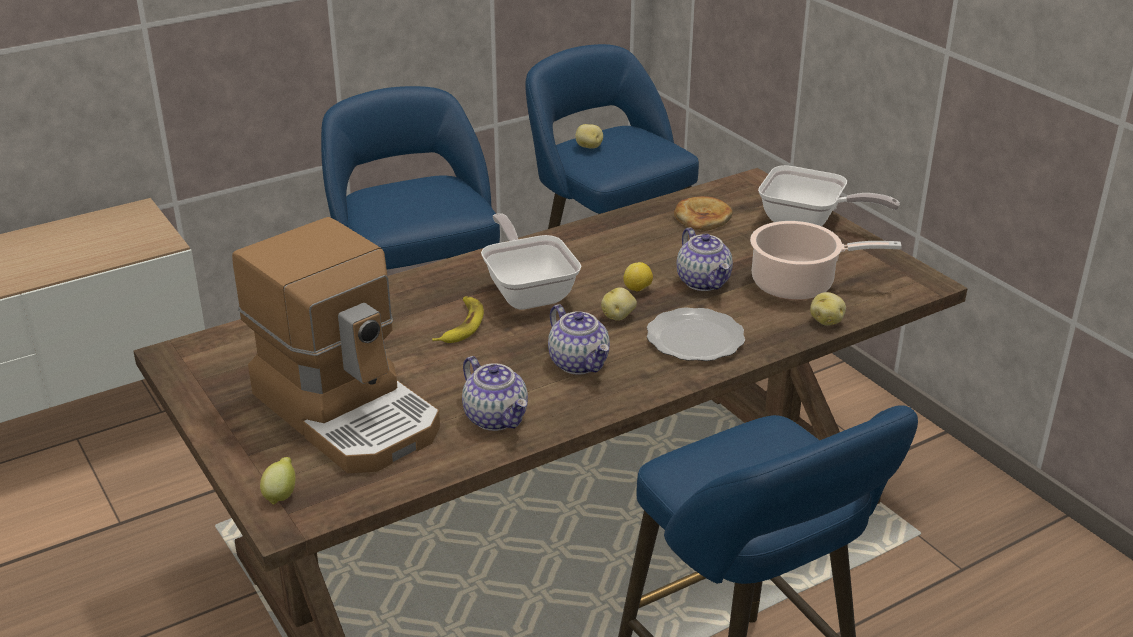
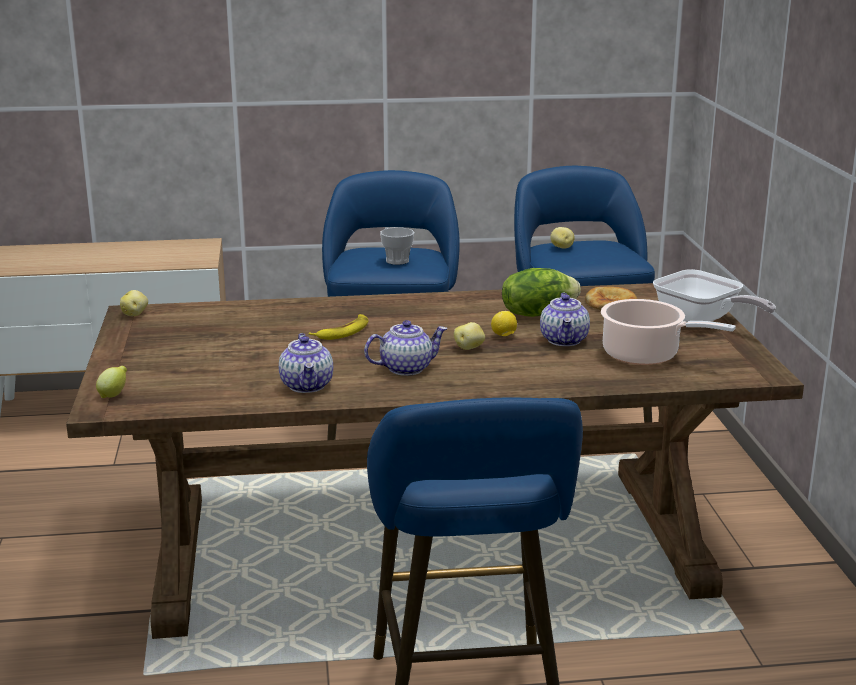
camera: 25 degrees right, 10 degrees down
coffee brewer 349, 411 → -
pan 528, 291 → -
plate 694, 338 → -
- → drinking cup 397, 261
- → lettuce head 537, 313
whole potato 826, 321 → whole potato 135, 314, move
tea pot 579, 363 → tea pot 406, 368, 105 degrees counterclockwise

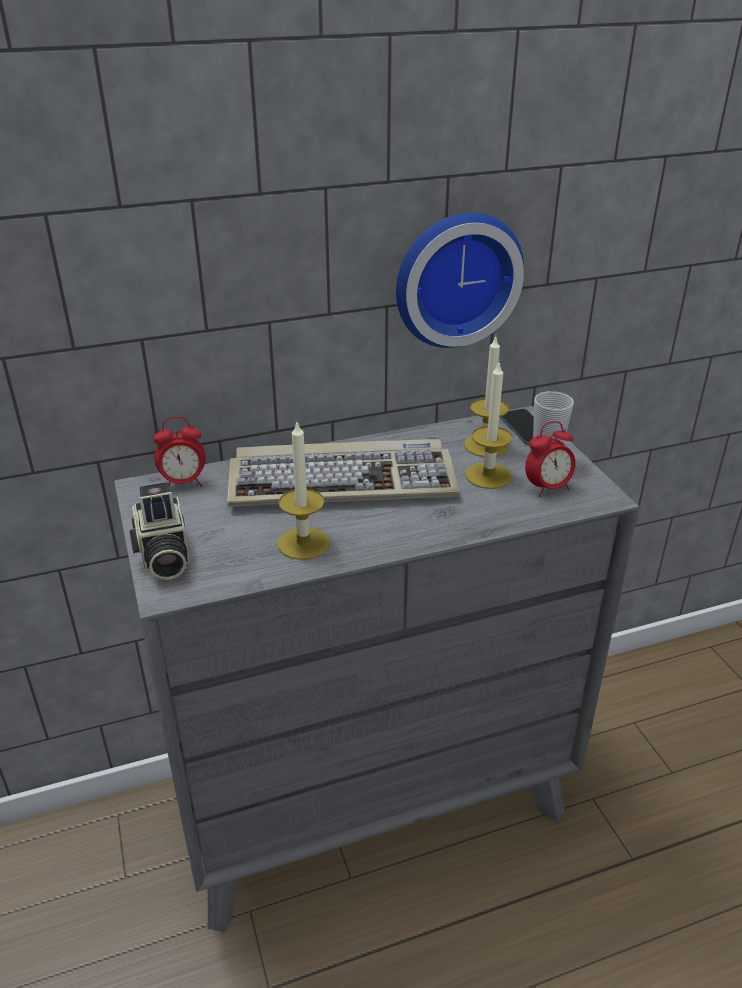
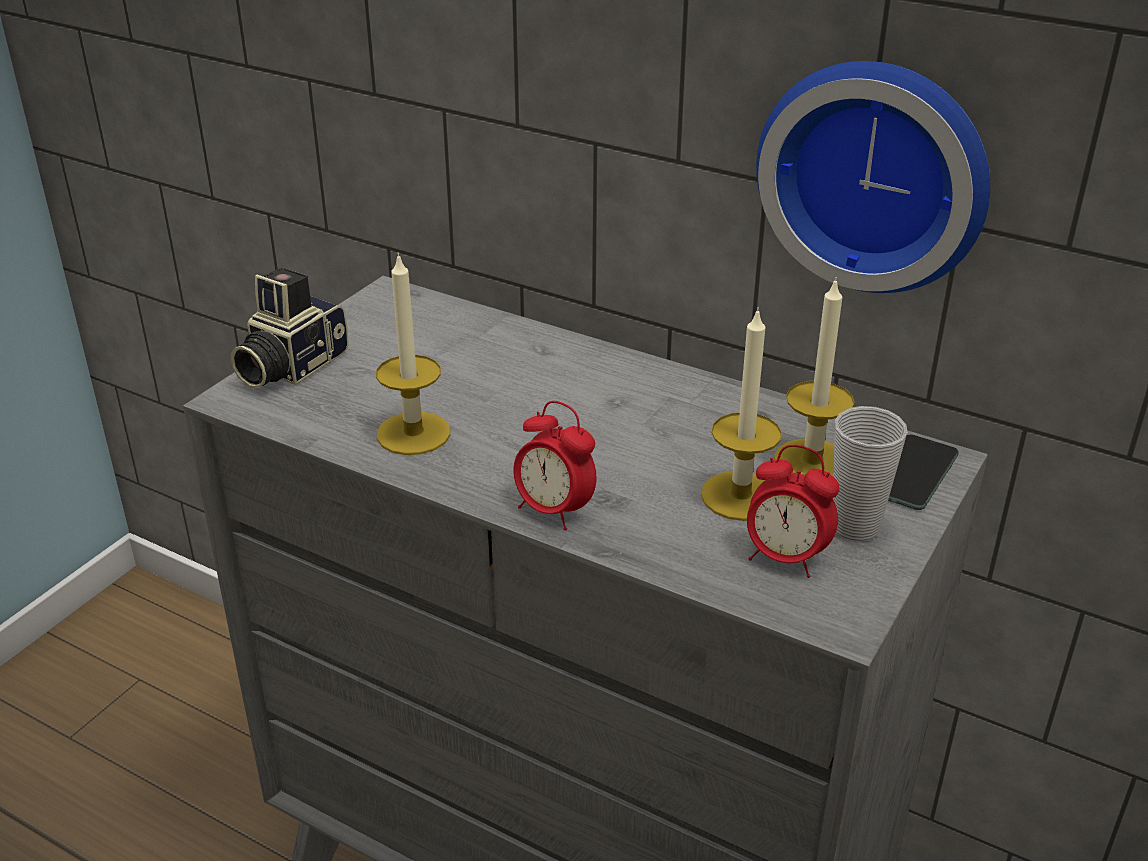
camera: 50 degrees right, 0 degrees up
computer keyboard 343, 480 → -
alarm clock 183, 483 → alarm clock 554, 511, move

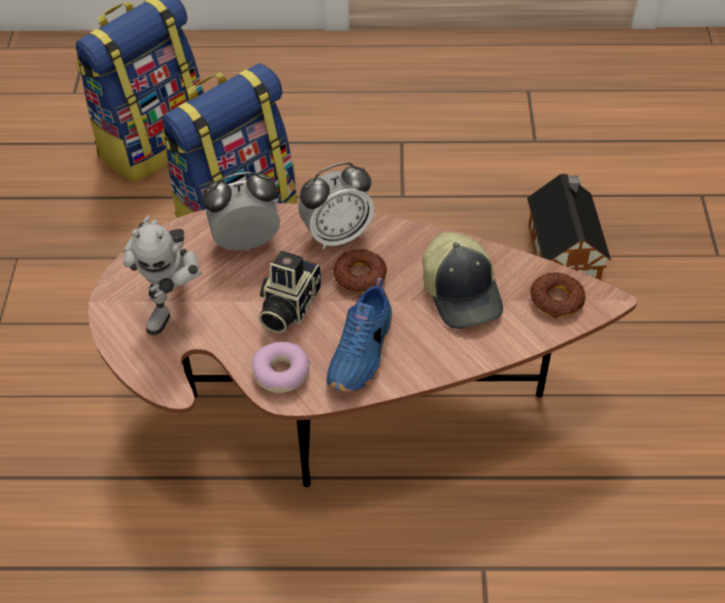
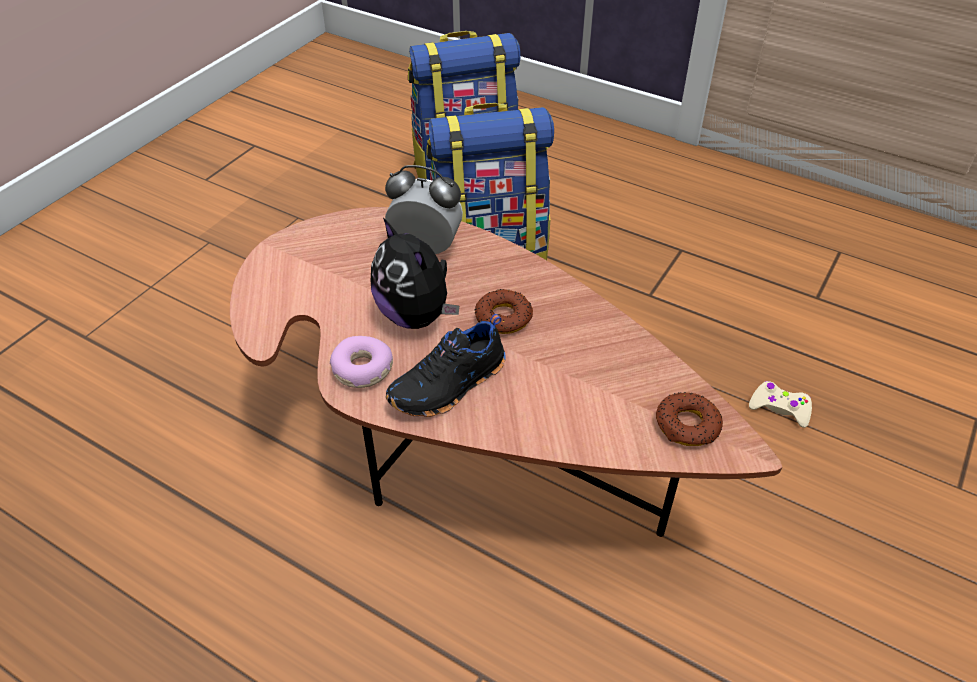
camera: 30 degrees right, 5 degrees down
model robot 174, 304 → -
alarm clock 337, 235 → -
baseball cap 462, 292 → -
photo camera 287, 306 → cuddly toy 416, 315
model house 563, 251 → gamepad (beige) 779, 408
item of footwear (blue) 363, 353 → item of footwear (black-coloured) 450, 386

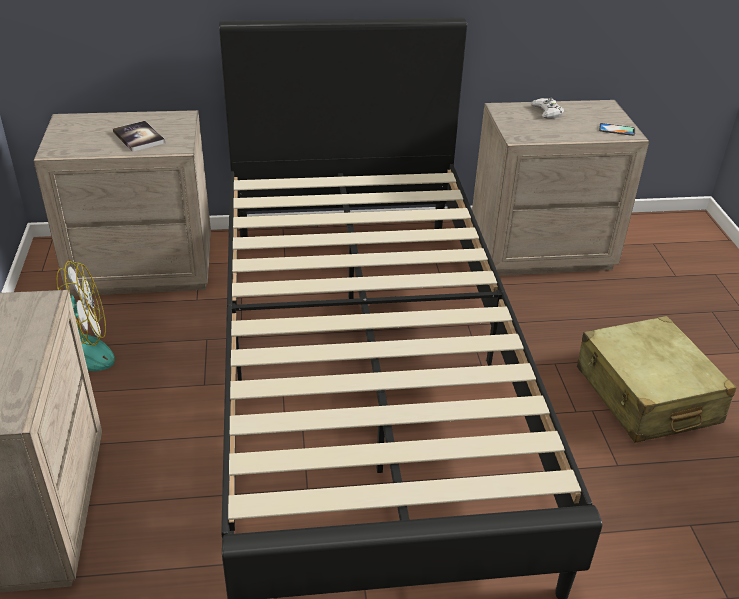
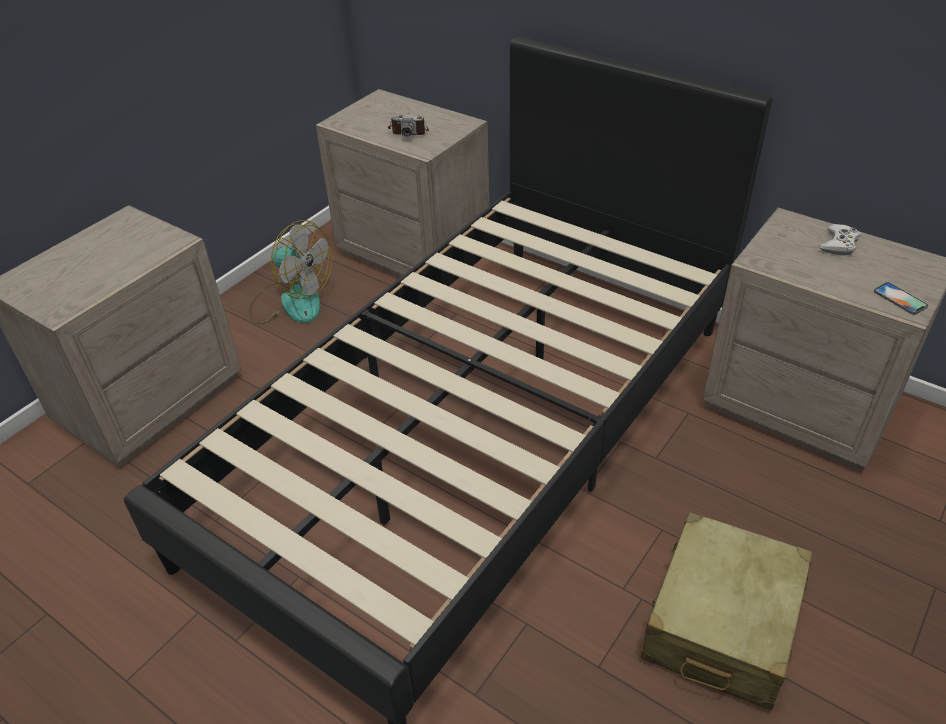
camera: 45 degrees right, 5 degrees up
book 139, 137 → photo camera 409, 131

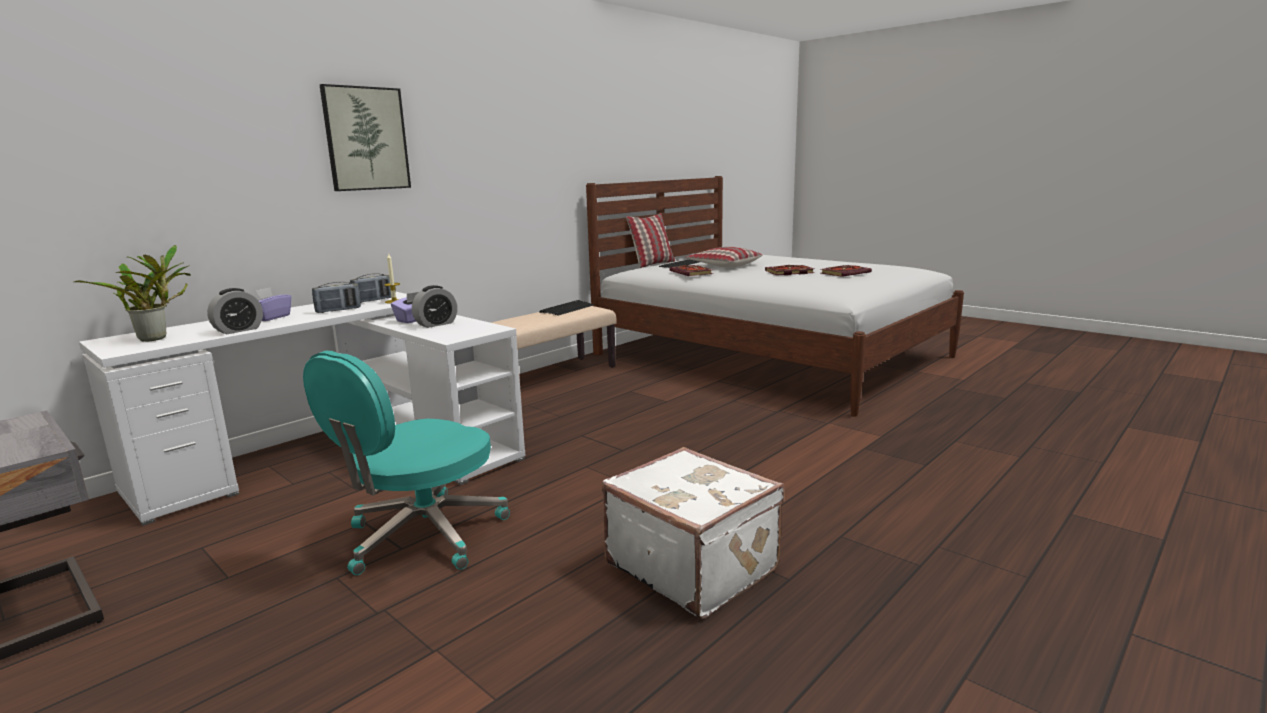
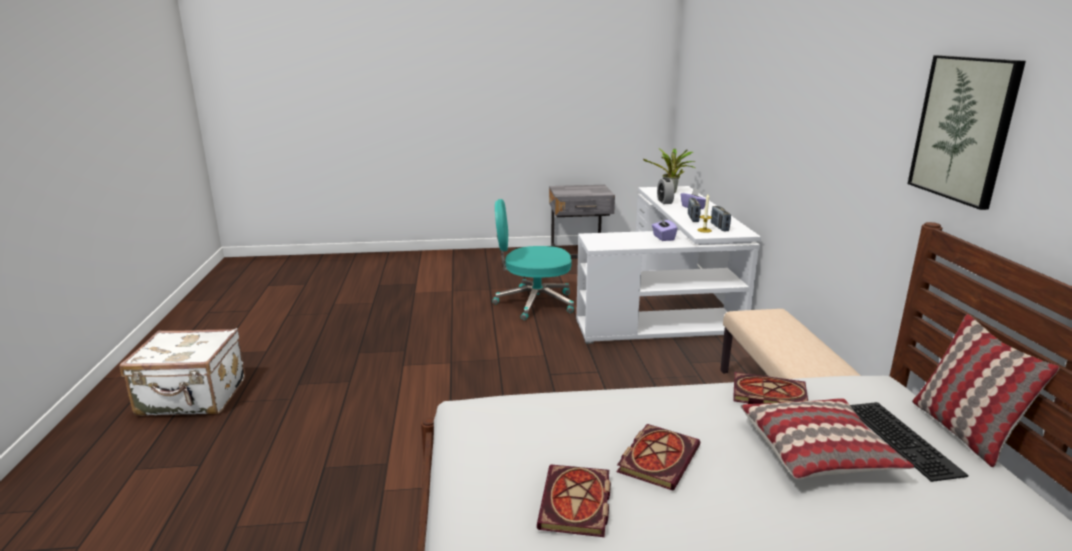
camera: 130 degrees right, 5 degrees up
alarm clock 436, 324 → -
computer keyboard 567, 309 → -
picture 366, 139 → picture 964, 129, move
piece of luggage (white) 693, 565 → piece of luggage (white) 192, 398, move
desk chair (turquoise) 422, 536 → desk chair (turquoise) 533, 303, 75 degrees counterclockwise

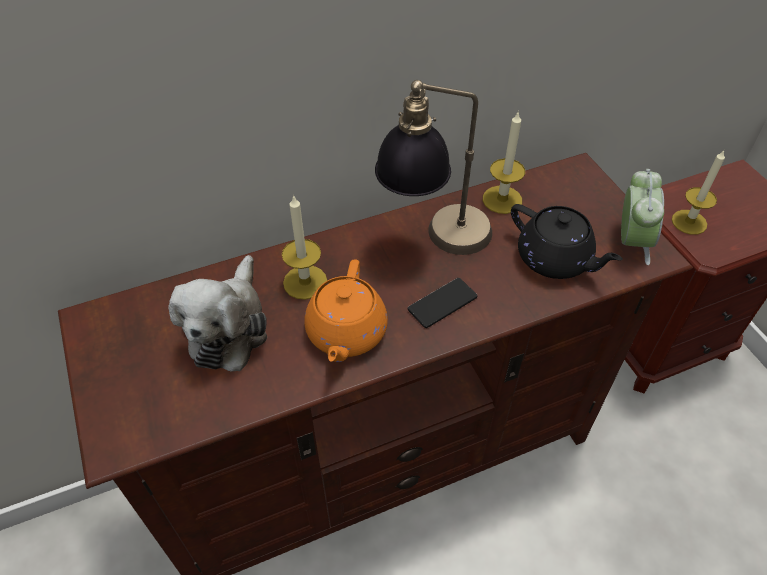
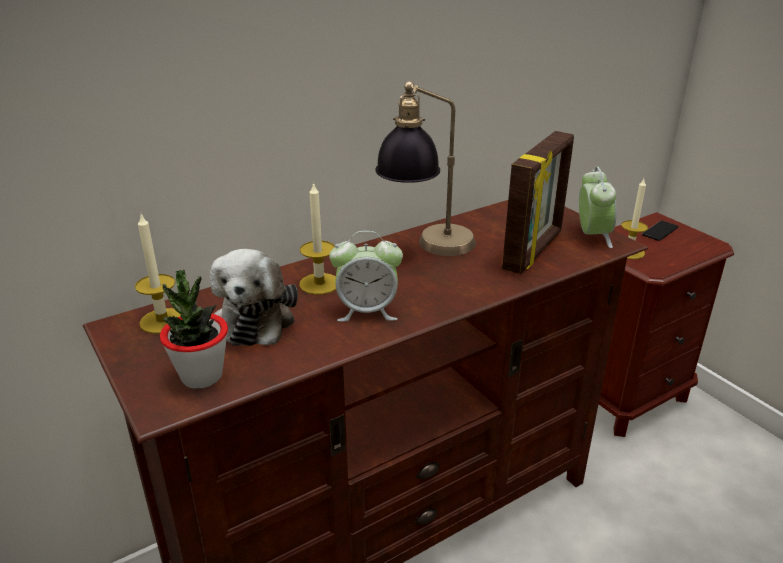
camera: 10 degrees left, 20 degrees down
- → houseplant 201, 376
handset 442, 303 → handset 660, 231, move
candle 502, 199 → candle 162, 321, move
tea pot (orange-coloured) 346, 333 → alarm clock 367, 311
tea pot (black-coloured) 555, 259 → photo frame 534, 251

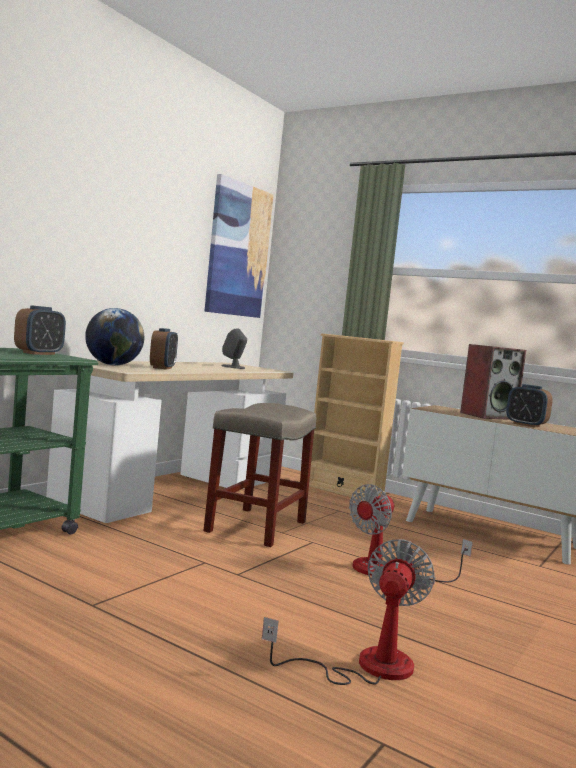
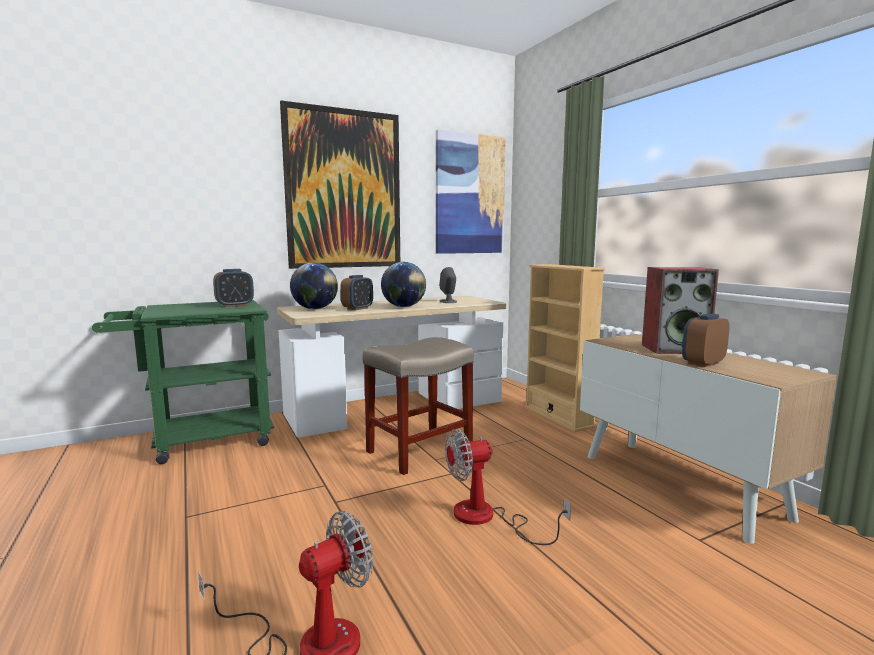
camera: 30 degrees right, 5 degrees up
- → picture 344, 190
- → globe 403, 307
alarm clock 526, 425 → alarm clock 703, 363, 75 degrees clockwise

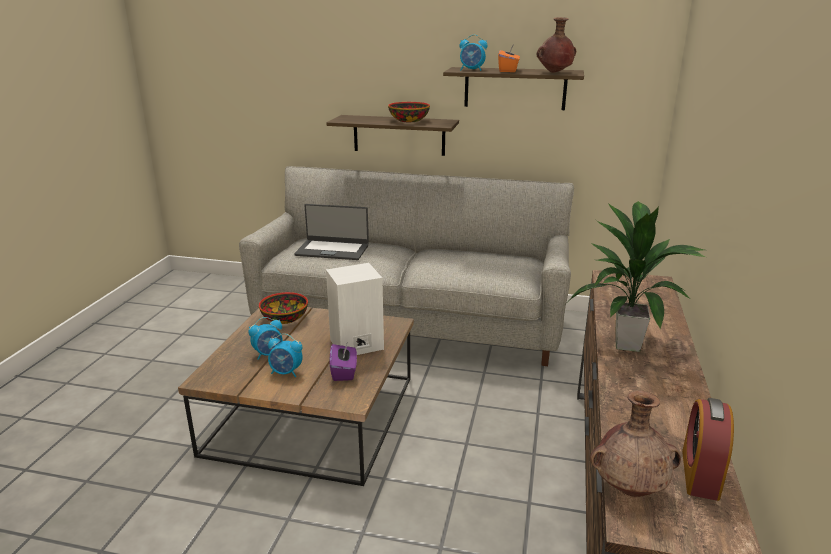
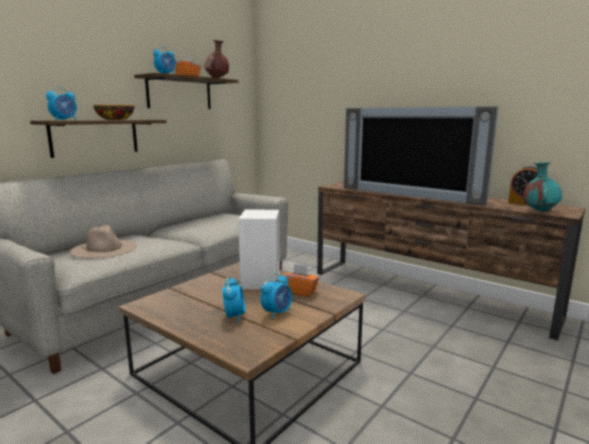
camera: 65 degrees left, 10 degrees down
bowl 285, 318 → -
- → alarm clock 65, 120
notebook computer 332, 250 → clothing hat (beige) 104, 248
houseplant 628, 344 → television 410, 194
box of tissues (purple-coloured) 344, 372 → box of tissues (orange-coloured) 299, 291
decorative vase (brown) 630, 489 → decorative vase (turquoise) 539, 211

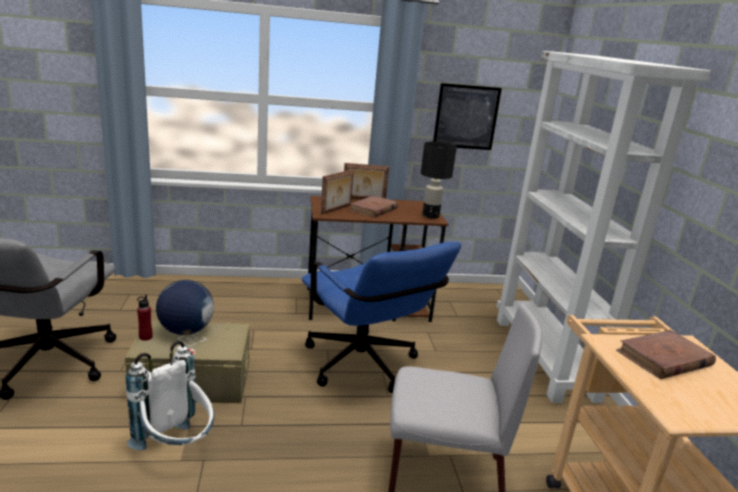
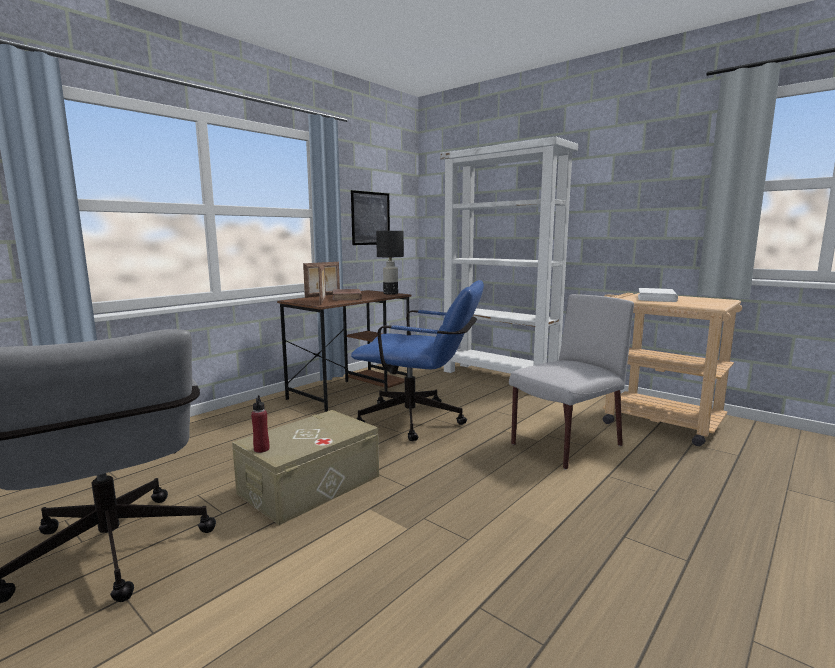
camera: 40 degrees left, 10 degrees down
knapsack (white) 176, 448 → -
globe 185, 331 → -
book (brown) 664, 358 → book (white) 656, 298

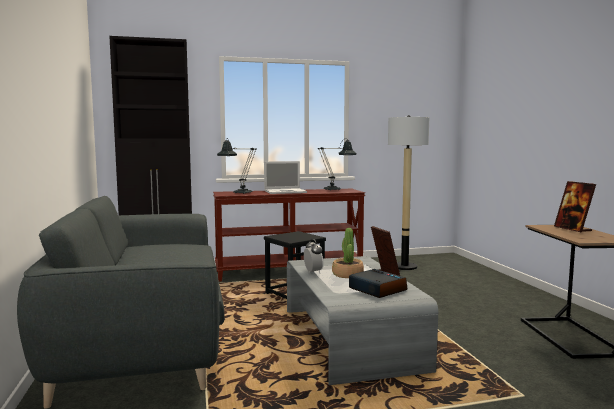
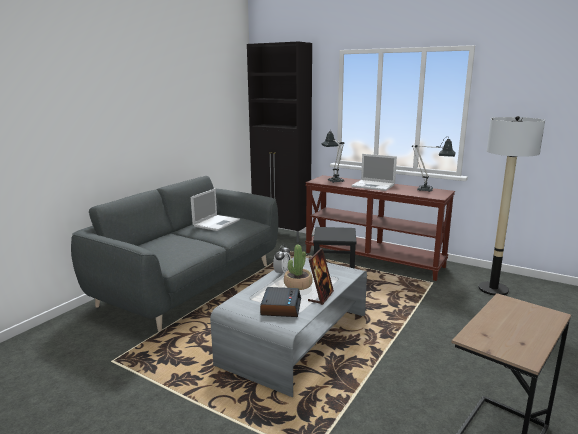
camera: 45 degrees right, 10 degrees up
photo frame 572, 229 → -
- → notebook computer 217, 223

